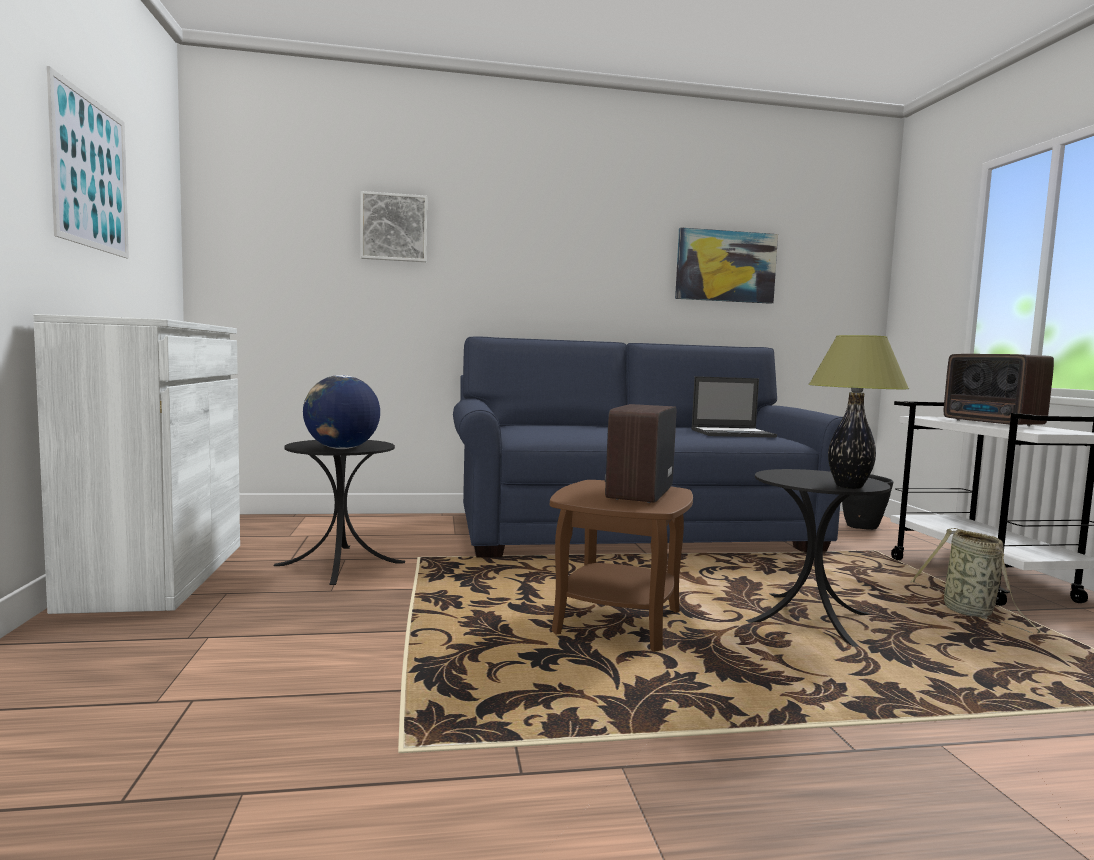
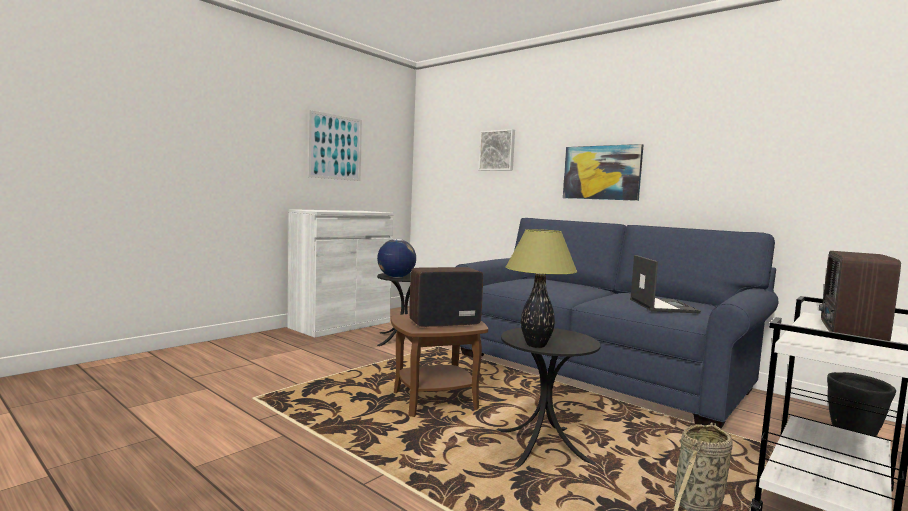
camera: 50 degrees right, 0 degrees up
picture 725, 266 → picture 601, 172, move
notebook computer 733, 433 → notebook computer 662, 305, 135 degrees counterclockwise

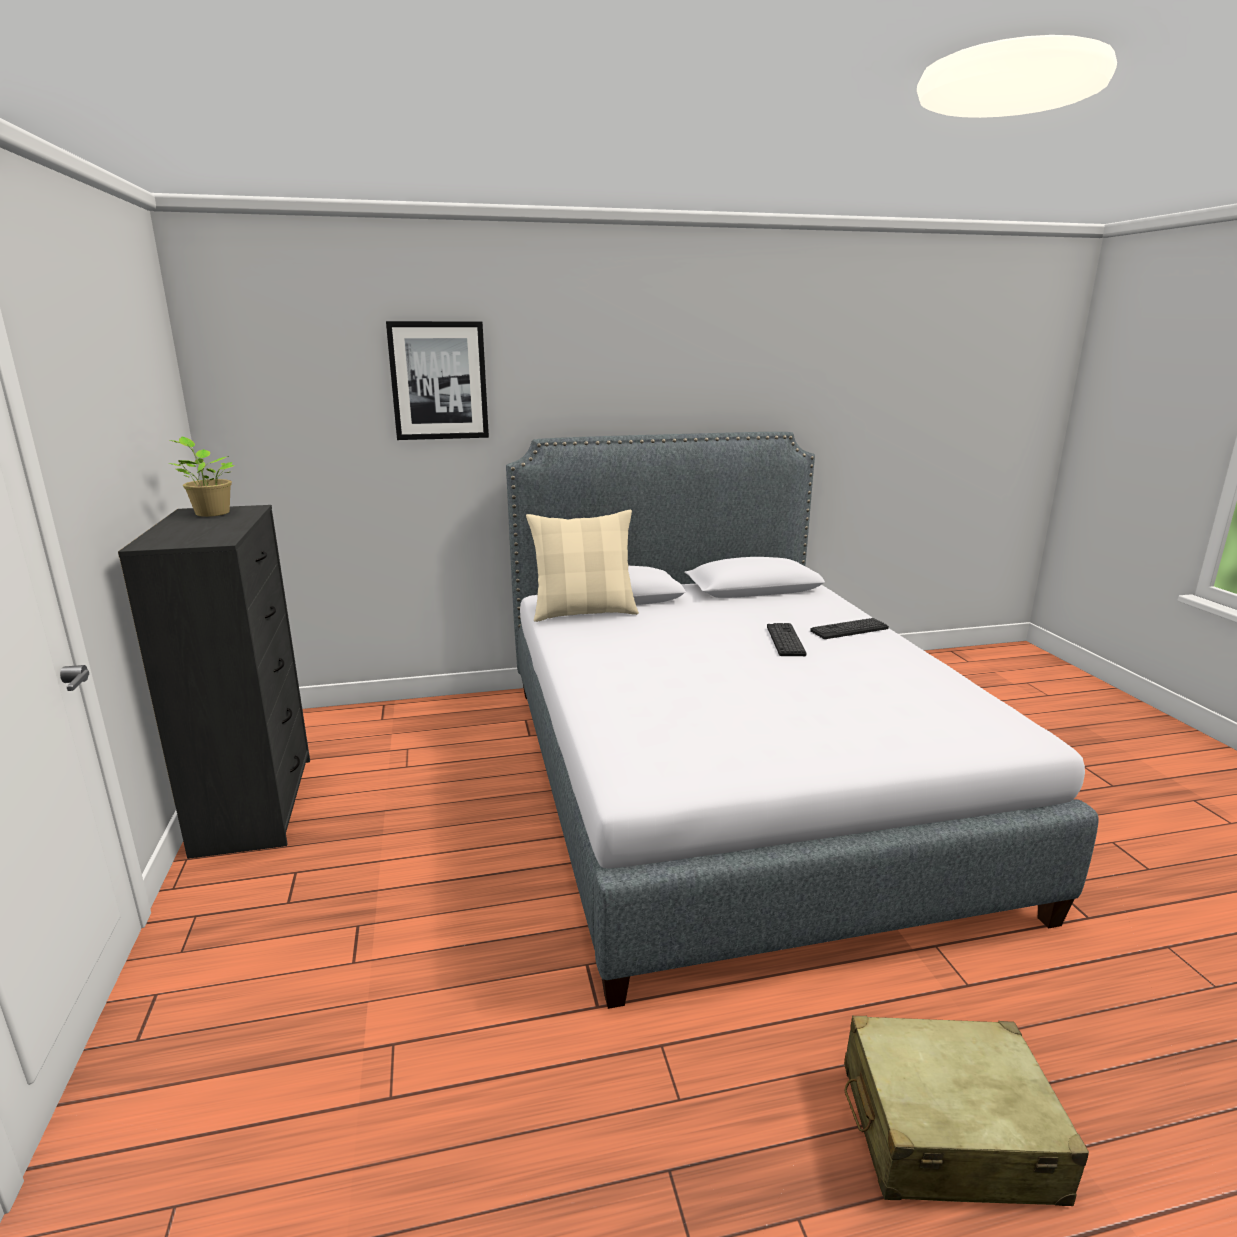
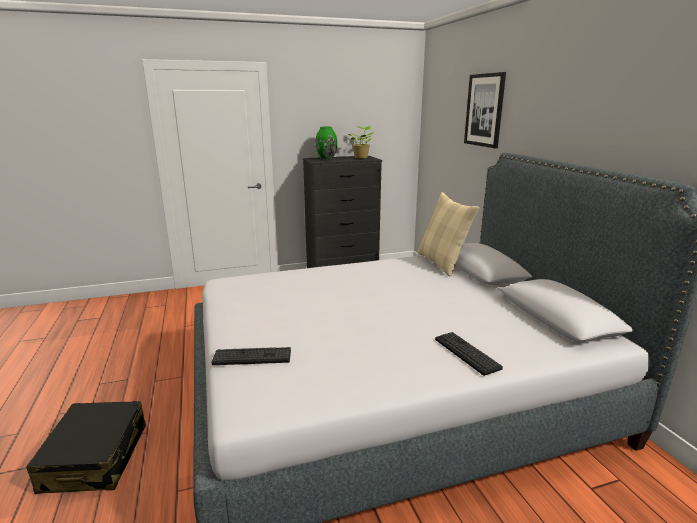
camera: 85 degrees right, 0 degrees up
- → decorative vase (green) 326, 158
computer keyboard 785, 640 → computer keyboard 252, 357, move
piece of luggage (beige) 947, 1131 → piece of luggage (black-coloured) 96, 458

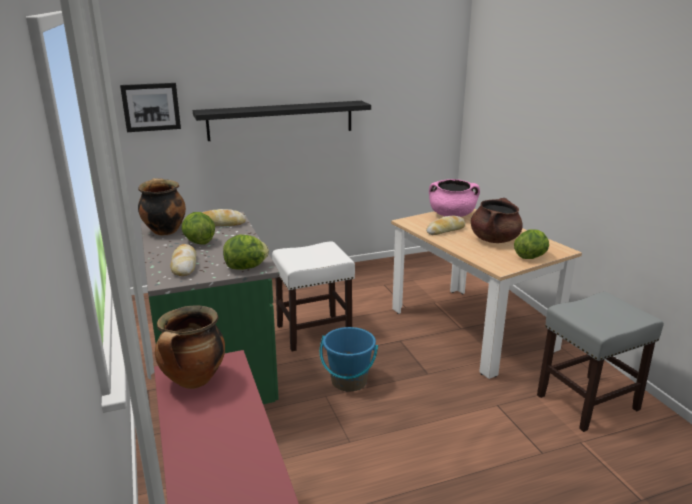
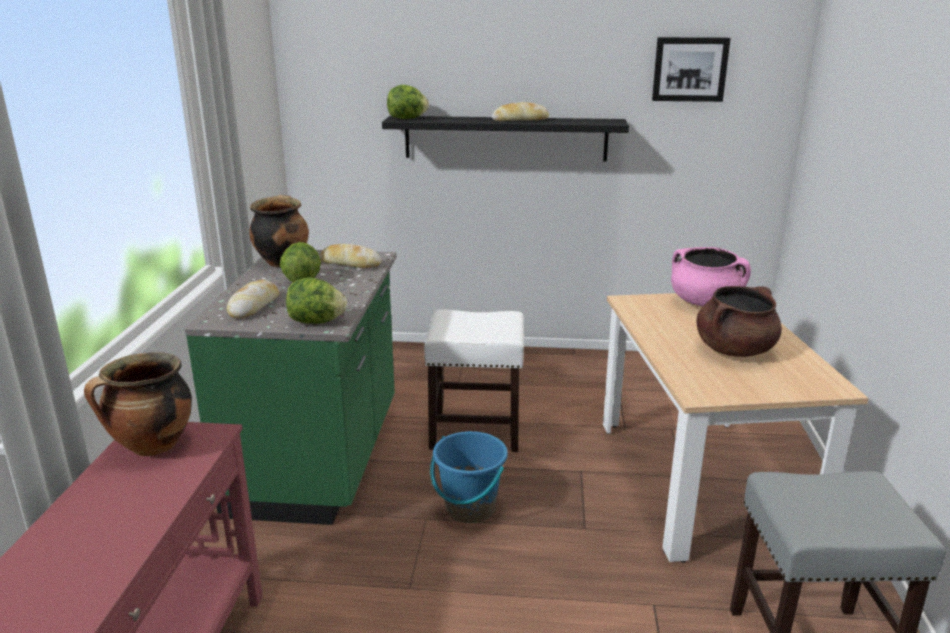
camera: 25 degrees right, 0 degrees up
picture 151, 107 → picture 690, 69, move
bakery bread 445, 230 → bakery bread 520, 120, move
lettuce head 531, 257 → lettuce head 407, 118, move

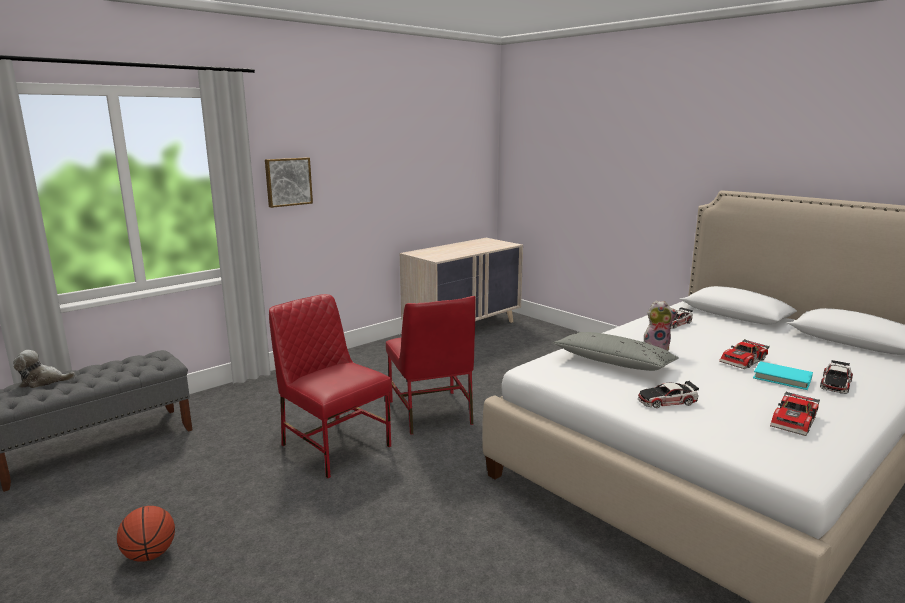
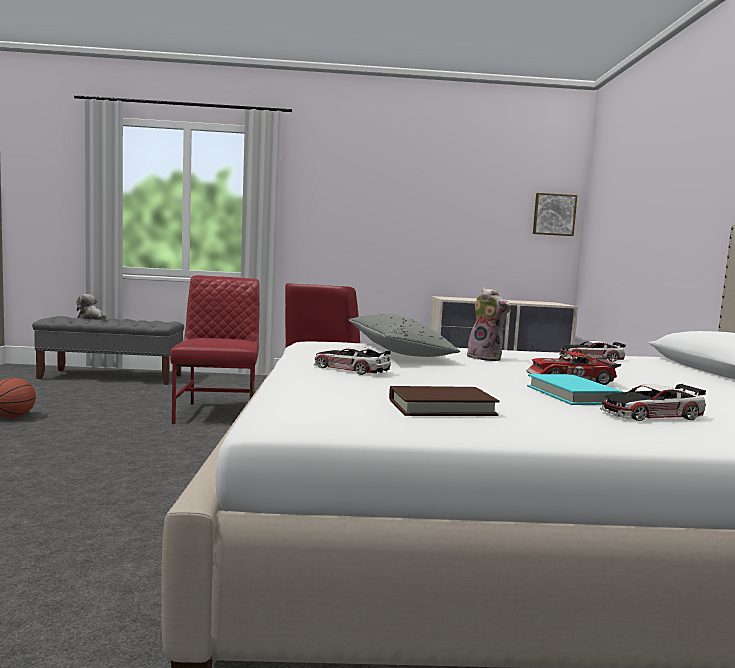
camera: 40 degrees right, 10 degrees down
picture 288, 181 → picture 554, 214, move
model car 796, 421 → book (brown) 441, 407

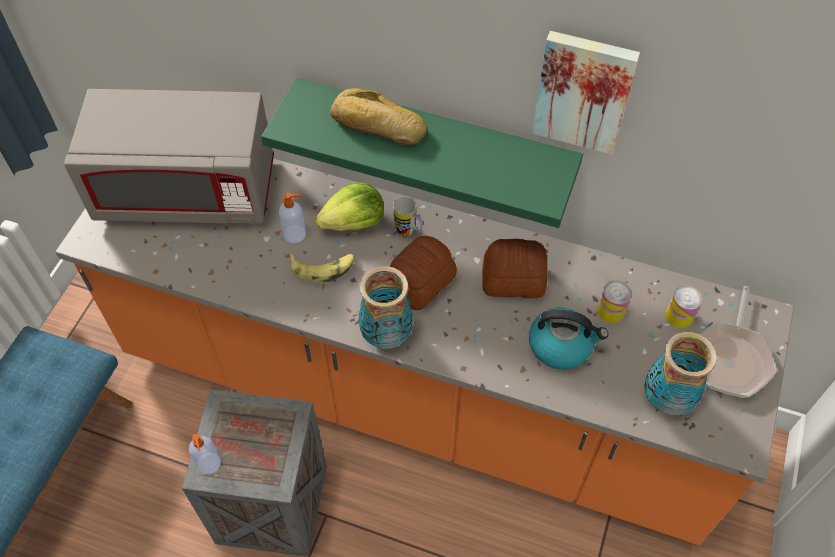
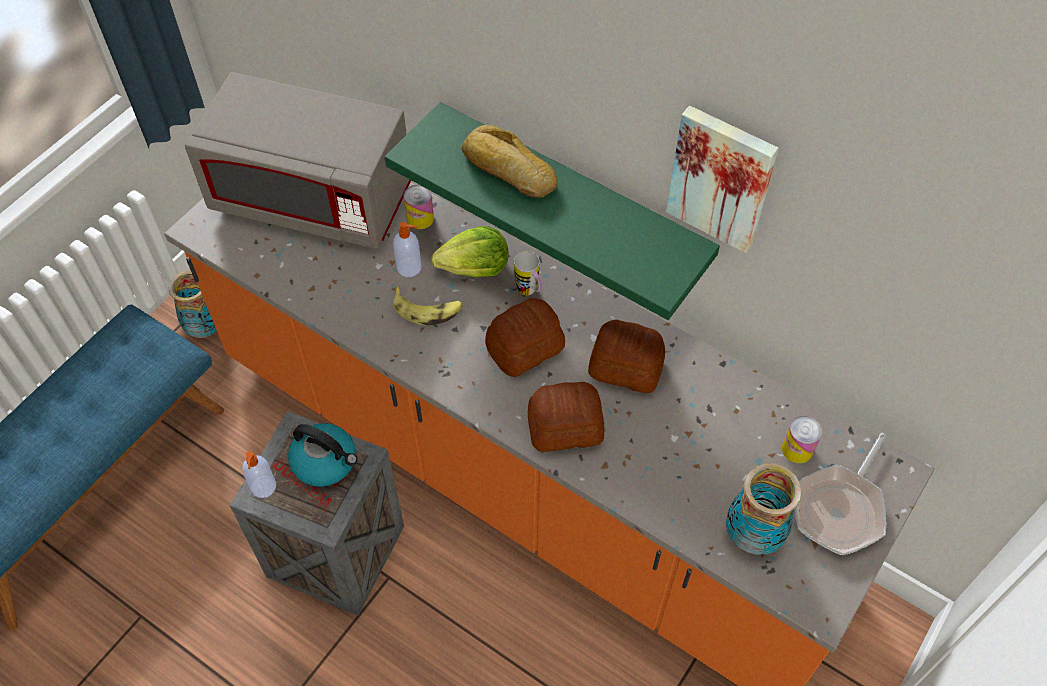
camera: 15 degrees right, 0 degrees up
- → bakery bread 564, 427
decorative vase 387, 336 → decorative vase 206, 329, move
water kettle 561, 345 → water kettle 326, 462, move
metal can 610, 311 → metal can 420, 218, move

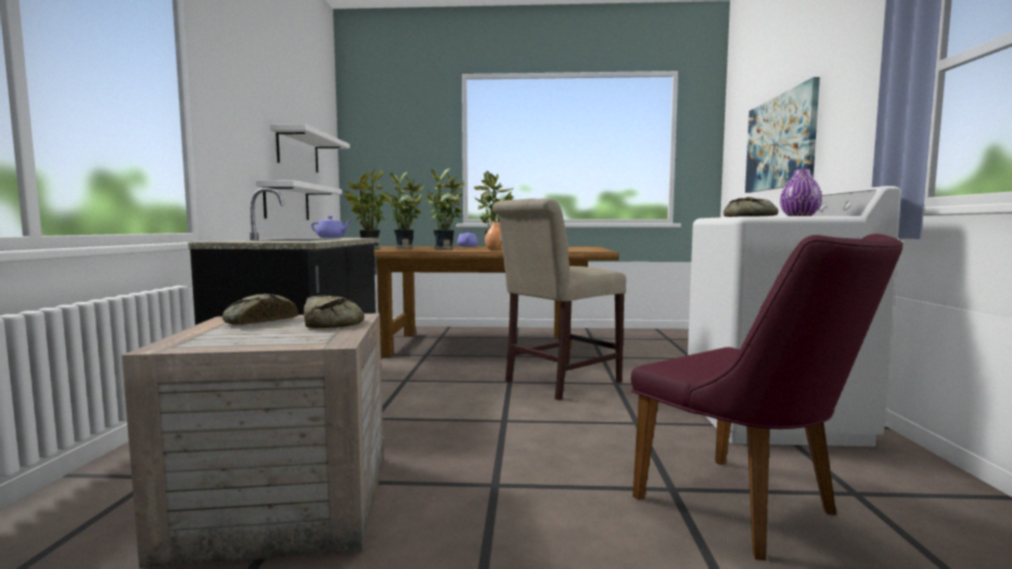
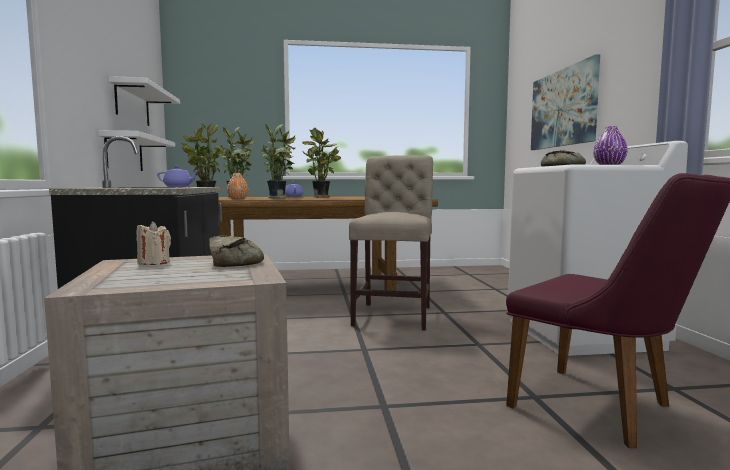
camera: 10 degrees left, 0 degrees up
decorative vase (orange-coloured) 496, 250 → decorative vase (orange-coloured) 237, 199, move
bakery bread 258, 321 → candle (beige) 154, 263
plain chair (beige) 557, 382 → plain chair (beige) 394, 314, 150 degrees clockwise

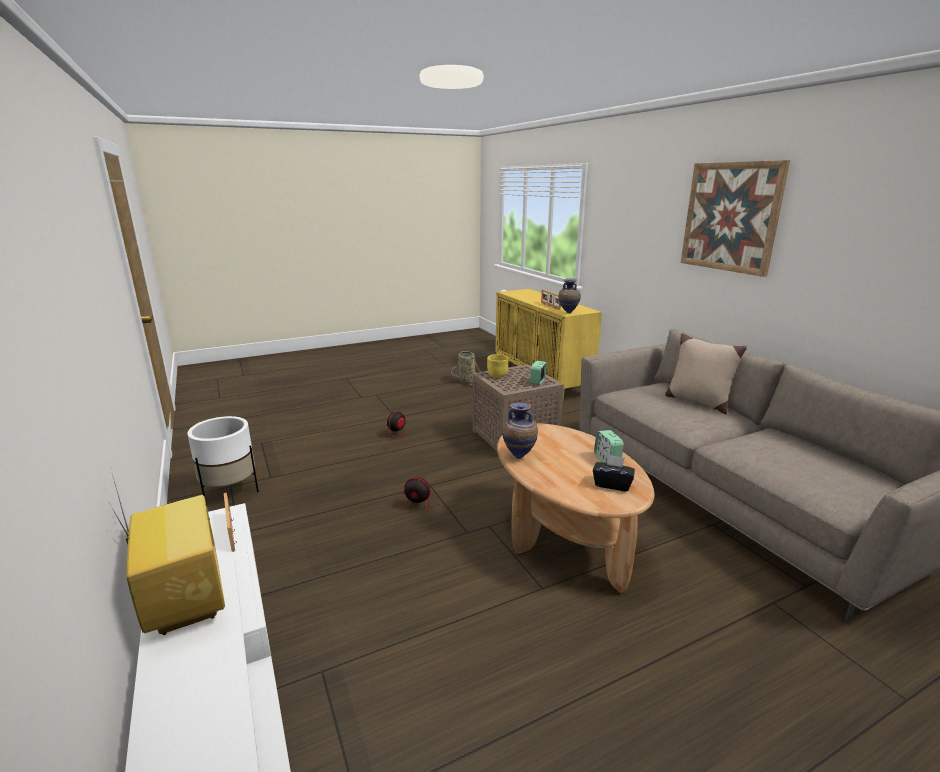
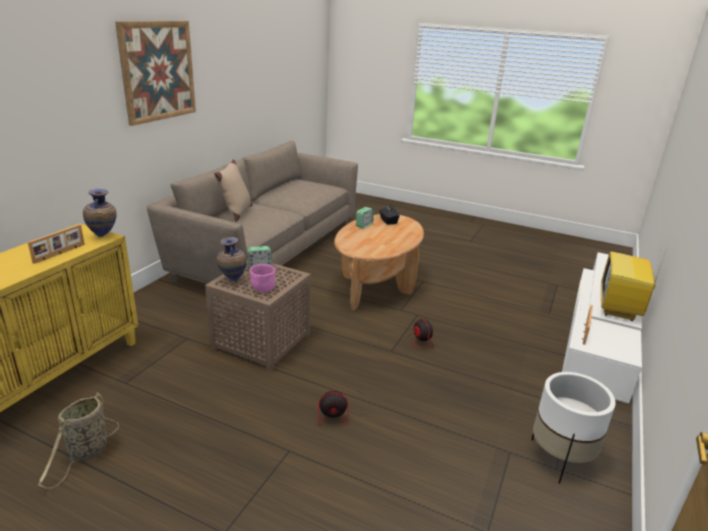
camera: 130 degrees left, 5 degrees up
decorative vase 519, 456 → decorative vase 232, 280, move
bowl (yellow-coloured) 497, 375 → bowl (pinkish) 263, 289

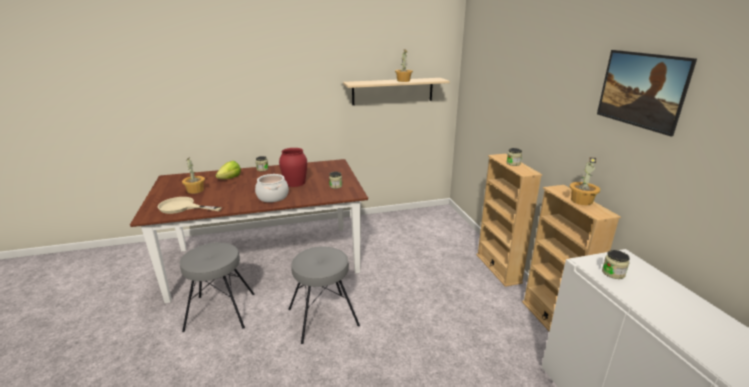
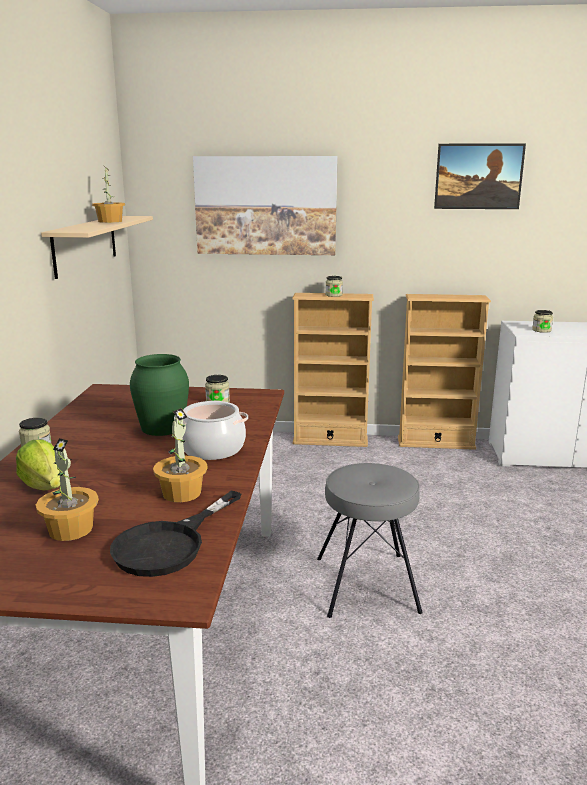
camera: 70 degrees left, 5 degrees down
sitting stool (greyish) 220, 312 → -
- → picture 266, 206
houseplant 581, 201 → houseplant 181, 493, move
pan (beige) 182, 207 → pan (black-coloured) 170, 544
decorative vase (red-coloured) 295, 182 → decorative vase (green) 162, 427

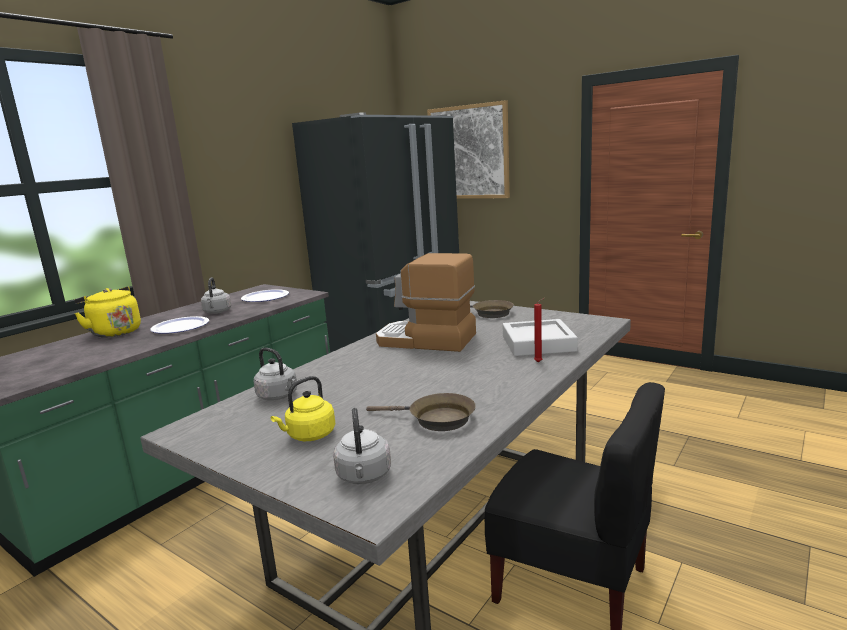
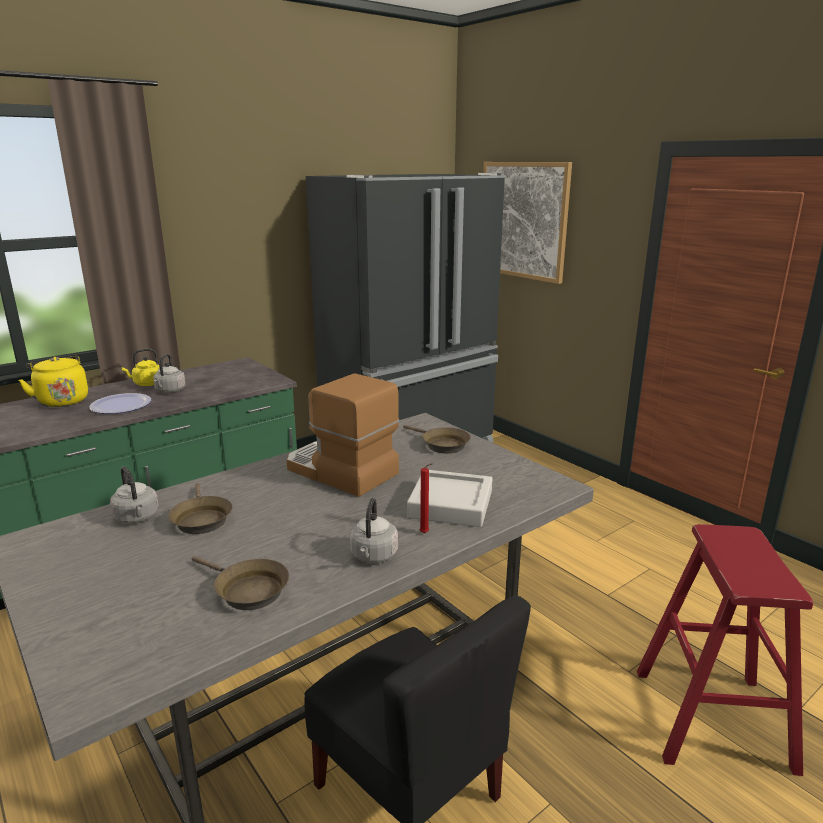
camera: 15 degrees right, 5 degrees up
plate 265, 297 → -
- → pan (brown) 201, 519
- → sitting stool (red-coloured) 712, 719
water kettle (yellow-coloured) 309, 435 → water kettle (yellow-coloured) 147, 384, move
water kettle (greyish) 364, 476 → water kettle (greyish) 373, 556, move

